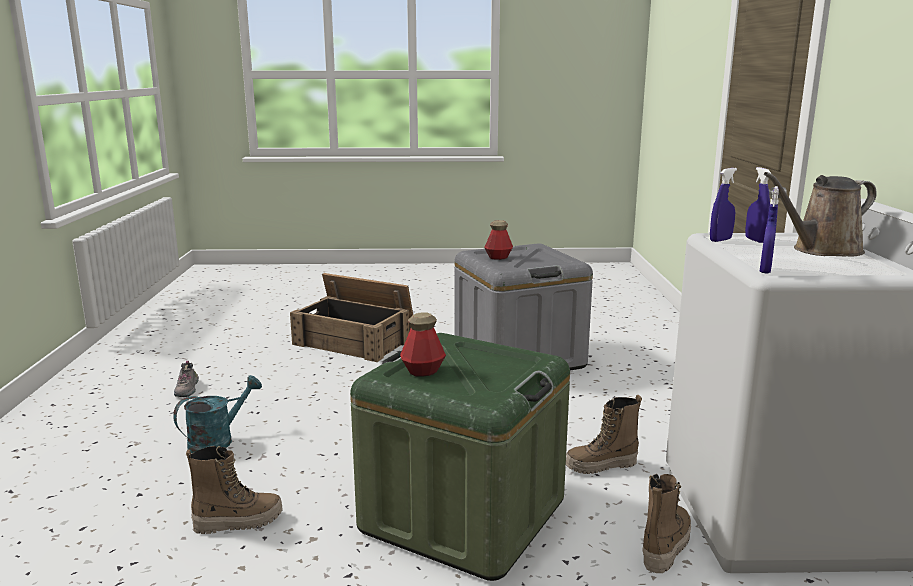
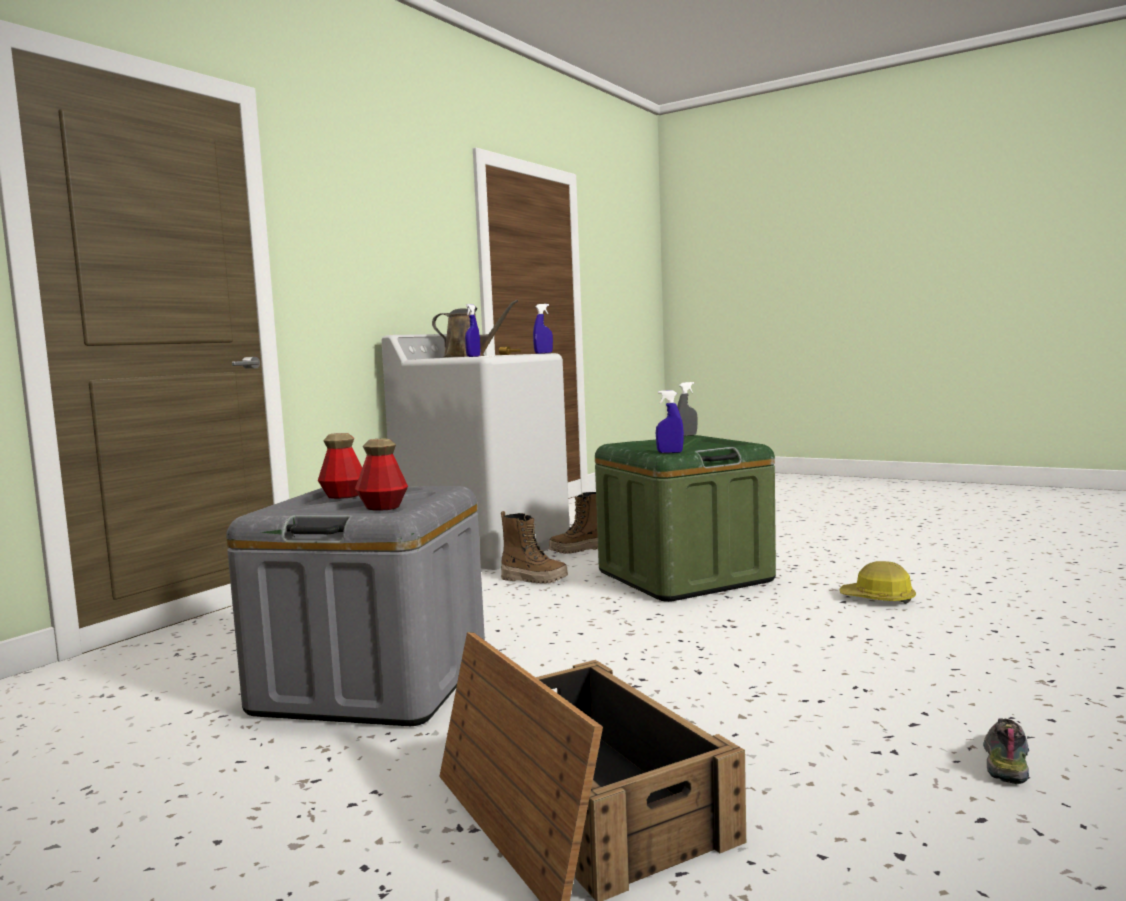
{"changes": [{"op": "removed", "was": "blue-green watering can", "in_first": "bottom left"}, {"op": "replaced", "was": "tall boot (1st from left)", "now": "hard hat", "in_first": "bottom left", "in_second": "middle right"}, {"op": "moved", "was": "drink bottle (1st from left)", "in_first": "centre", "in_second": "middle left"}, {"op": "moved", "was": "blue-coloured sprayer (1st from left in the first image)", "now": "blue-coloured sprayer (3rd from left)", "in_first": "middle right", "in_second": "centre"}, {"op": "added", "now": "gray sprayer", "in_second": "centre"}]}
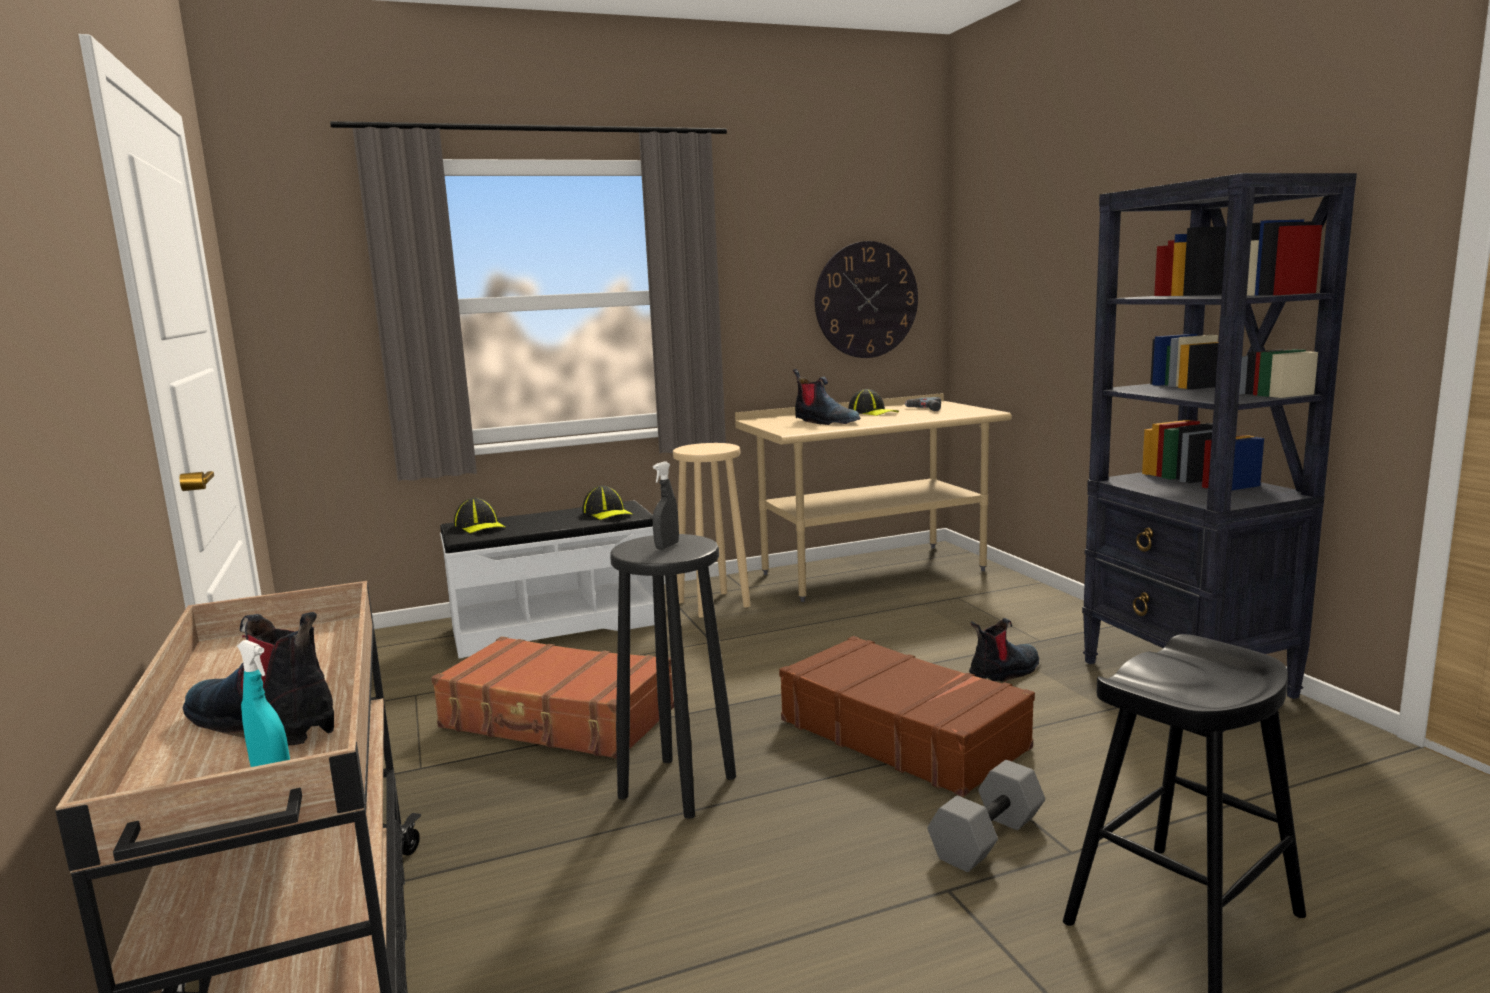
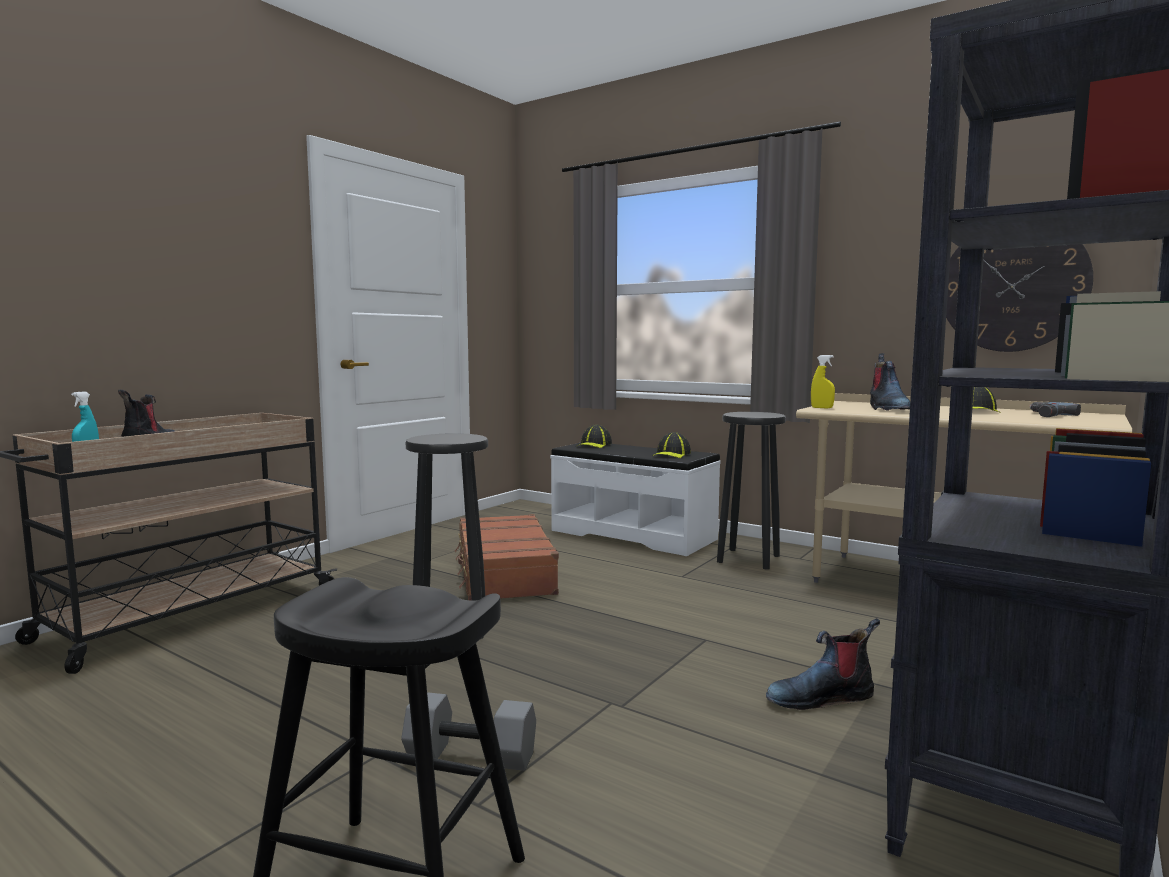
{"changes": [{"op": "removed", "was": "gray sprayer", "in_first": "centre"}, {"op": "recoloured", "was": "beige-coloured stool seat", "now": "blackish stool seat (3rd from left)", "in_first": "centre", "in_second": "centre"}, {"op": "removed", "was": "brown suitcase (2nd from left)", "in_first": "bottom centre"}, {"op": "turned", "was": "tall boot (3rd from left in the first image)", "in_first": "middle right", "in_second": "bottom right", "clockwise": 150}, {"op": "added", "now": "yellowish sprayer", "in_second": "middle right"}]}
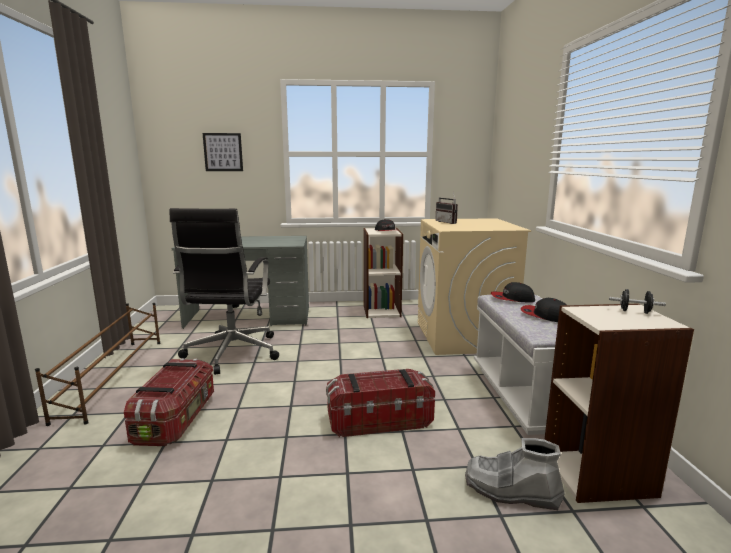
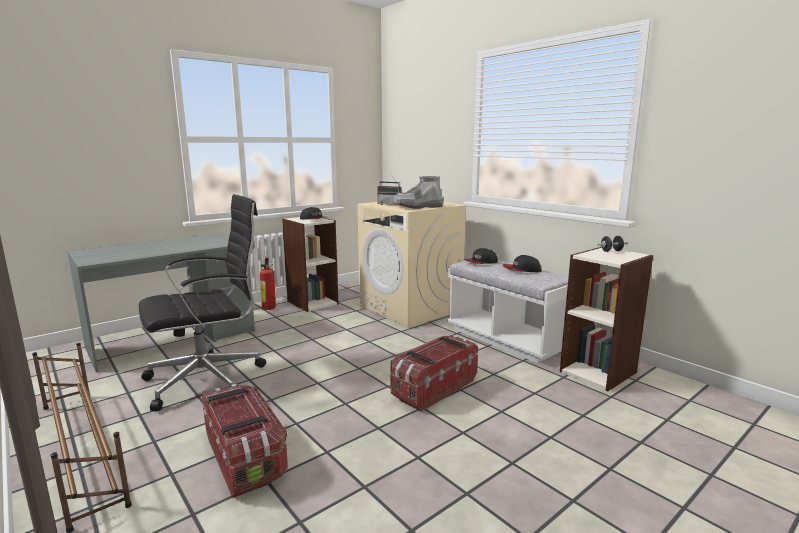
{"changes": [{"op": "turned", "was": "blackish computer chair", "in_first": "middle left", "in_second": "middle left", "clockwise": -90}, {"op": "removed", "was": "wall picture", "in_first": "top left"}, {"op": "moved", "was": "gray tall boot", "in_first": "bottom right", "in_second": "centre"}, {"op": "added", "now": "extinguisher", "in_second": "centre"}]}
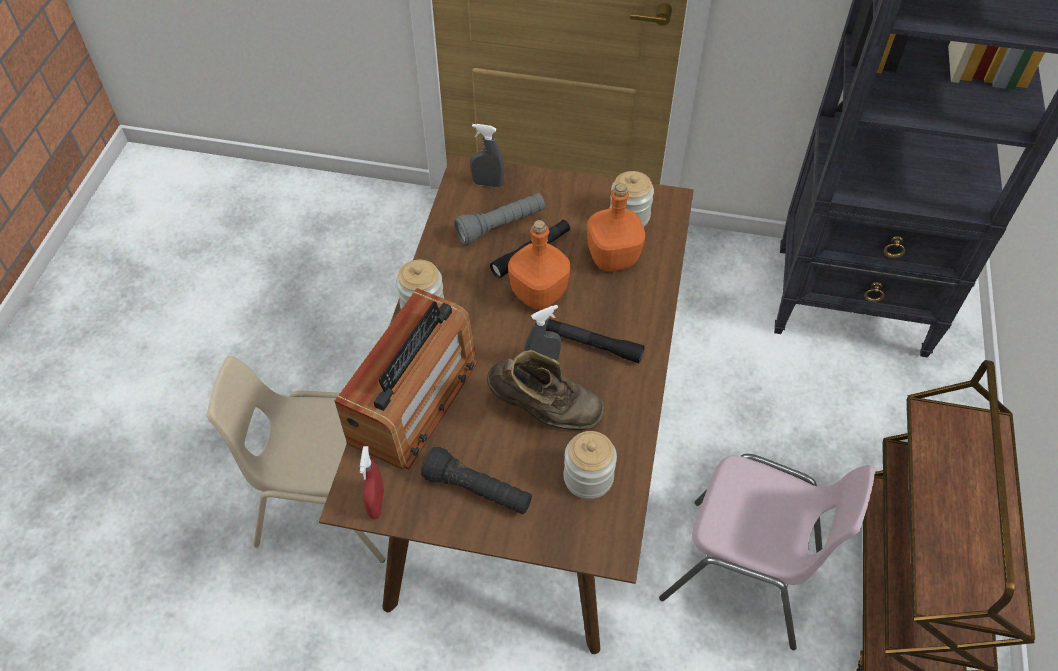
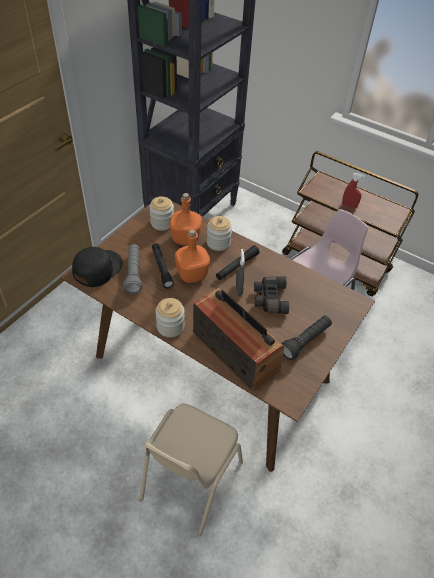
{"changes": [{"op": "moved", "was": "red sprayer", "in_first": "bottom centre", "in_second": "top right"}, {"op": "replaced", "was": "gray sprayer (1st from left)", "now": "blackish cap", "in_first": "top centre", "in_second": "middle left"}, {"op": "replaced", "was": "brown tall boot", "now": "blackish binoculars", "in_first": "centre", "in_second": "centre"}, {"op": "moved", "was": "storage jar (2nd from left in the first image)", "now": "storage jar (3rd from left)", "in_first": "bottom centre", "in_second": "centre"}]}
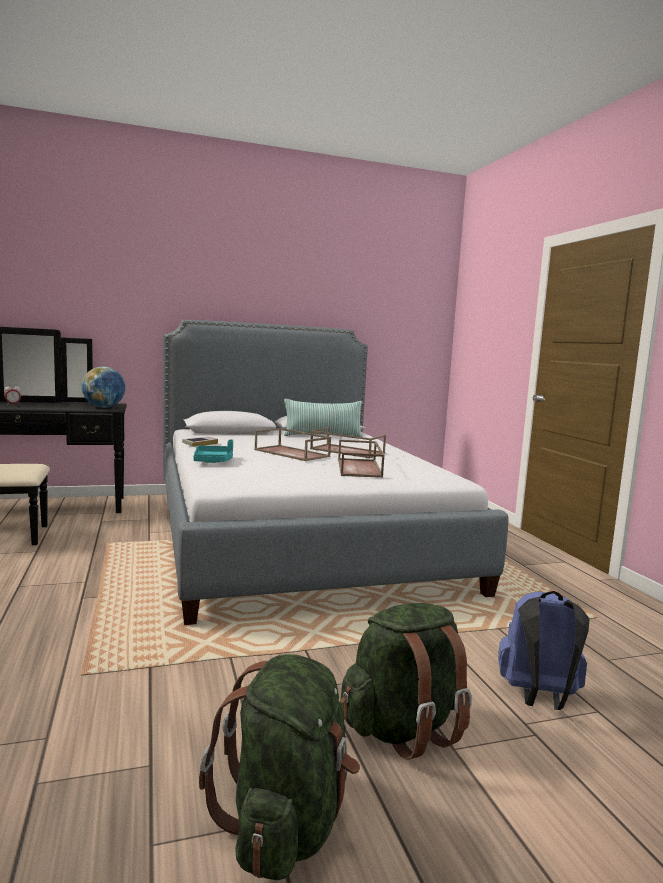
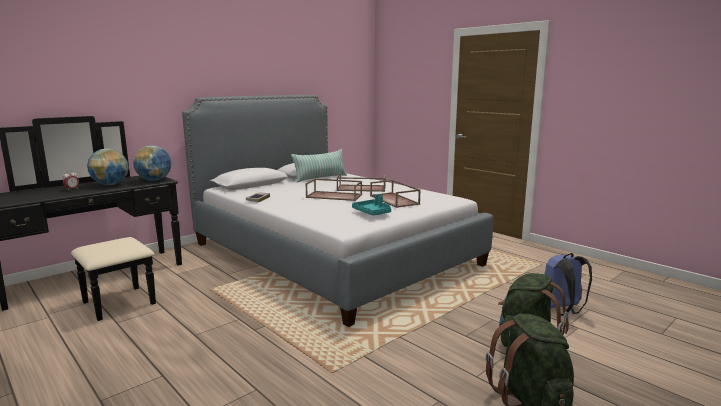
{"changes": [{"op": "moved", "was": "blue-green carrying tray", "in_first": "middle left", "in_second": "centre"}, {"op": "added", "now": "globe (1st from left)", "in_second": "middle left"}]}
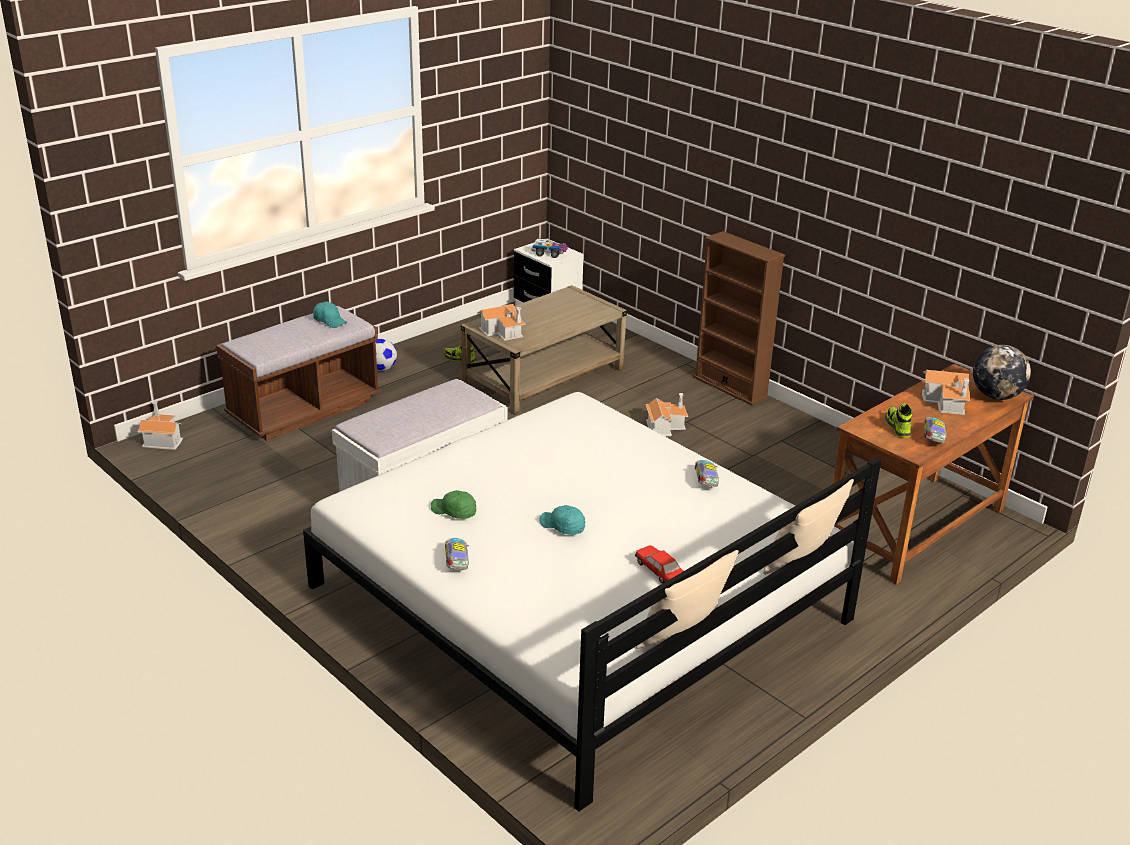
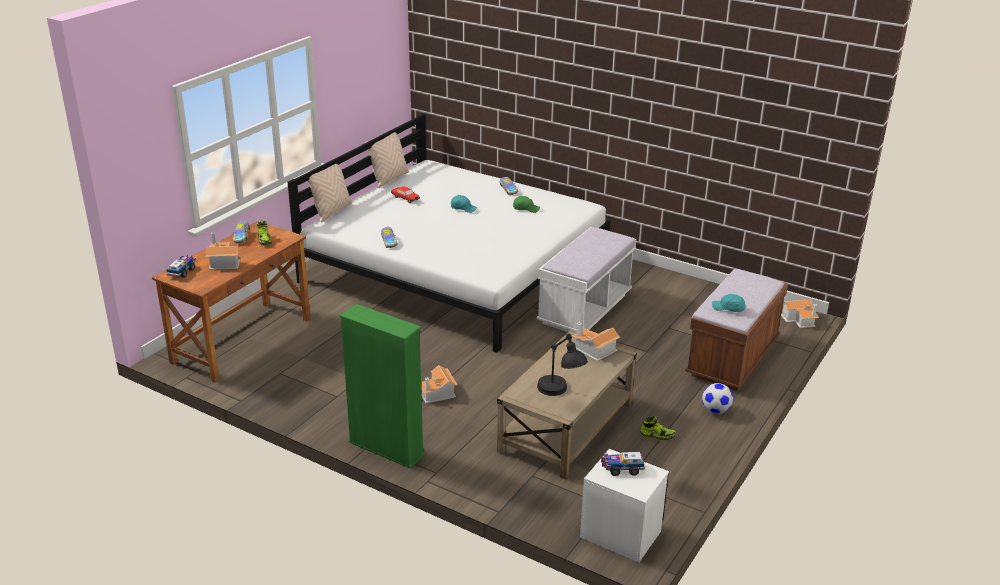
{"changes": [{"op": "recoloured", "was": "brown shelving unit", "now": "greenish shelving unit", "in_first": "centre", "in_second": "centre"}, {"op": "replaced", "was": "globe", "now": "toy lorry (1st from left)", "in_first": "middle right", "in_second": "middle left"}, {"op": "added", "now": "blackish table lamp", "in_second": "centre"}]}
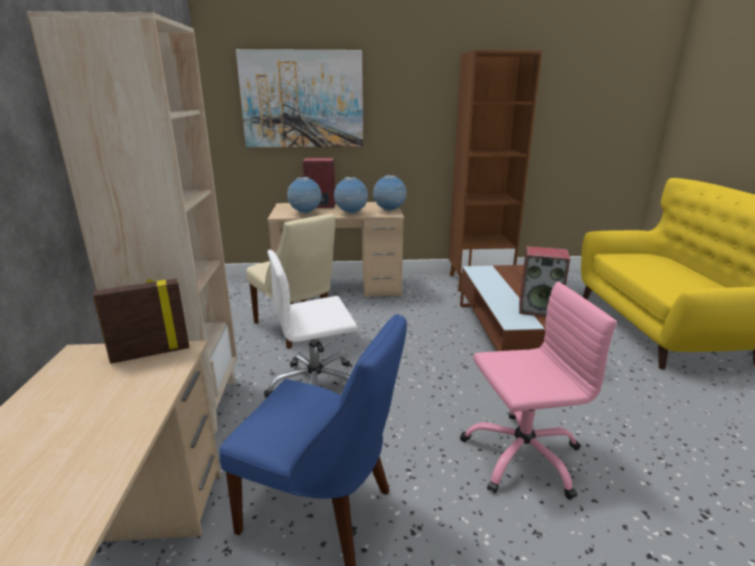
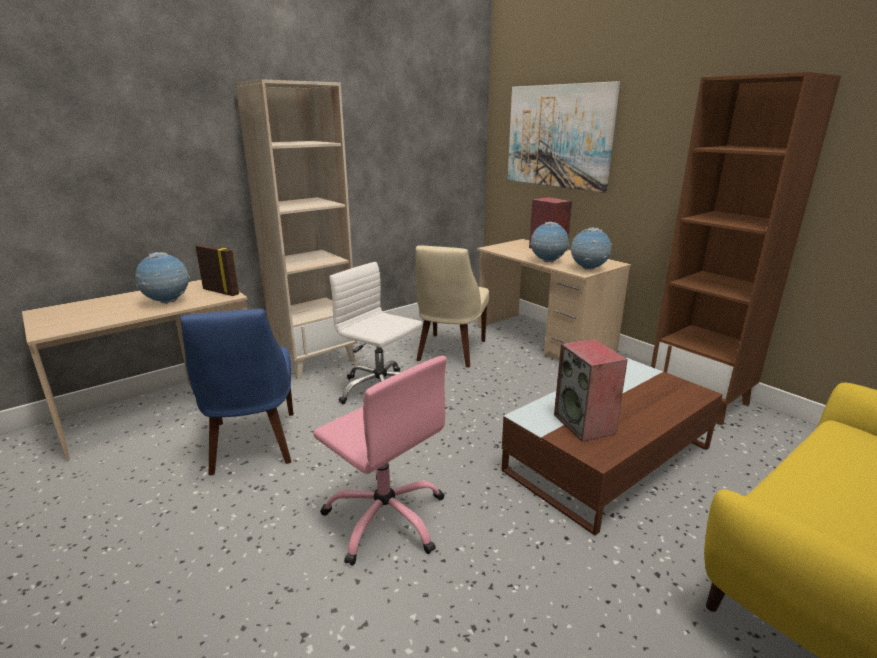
{"changes": [{"op": "moved", "was": "globe (1st from left)", "in_first": "centre", "in_second": "middle left"}]}
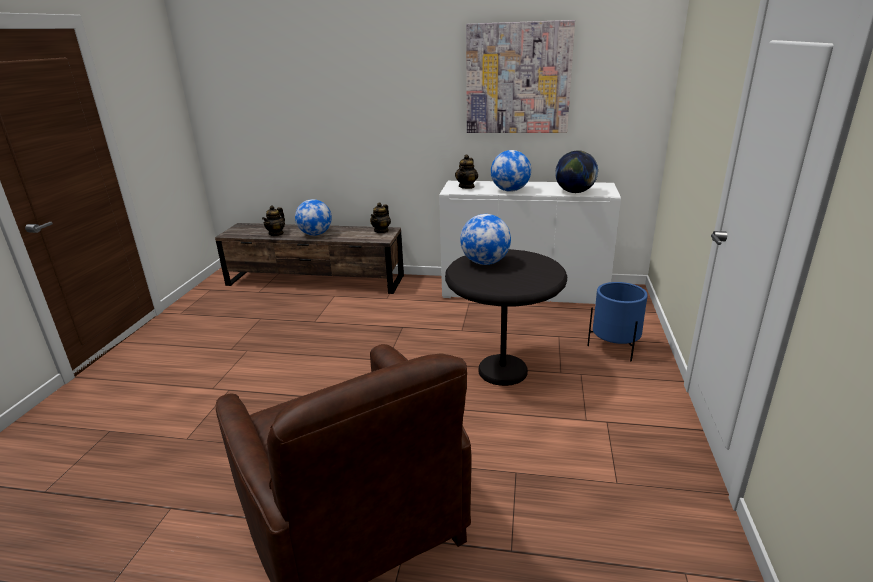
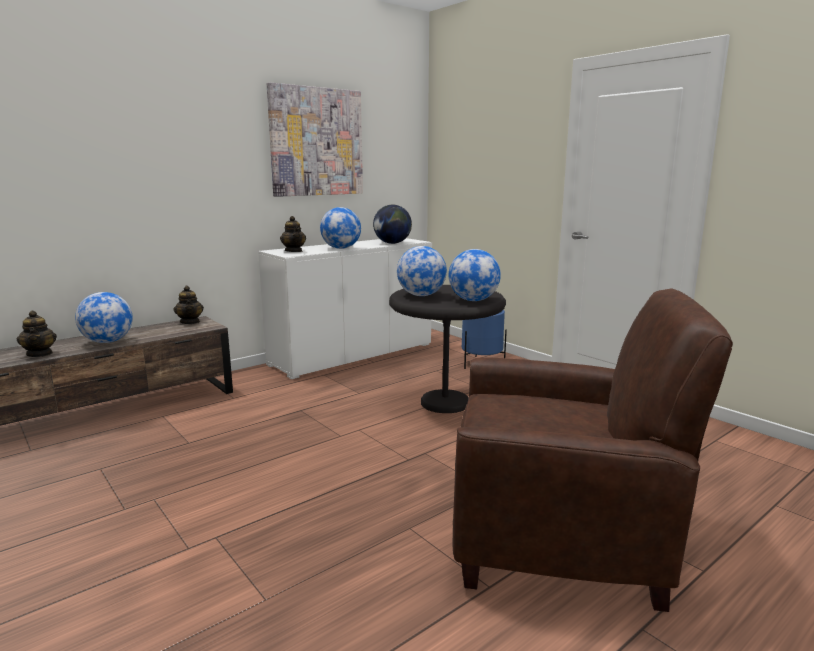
{"changes": [{"op": "added", "now": "globe (5th from left)", "in_second": "centre"}]}
